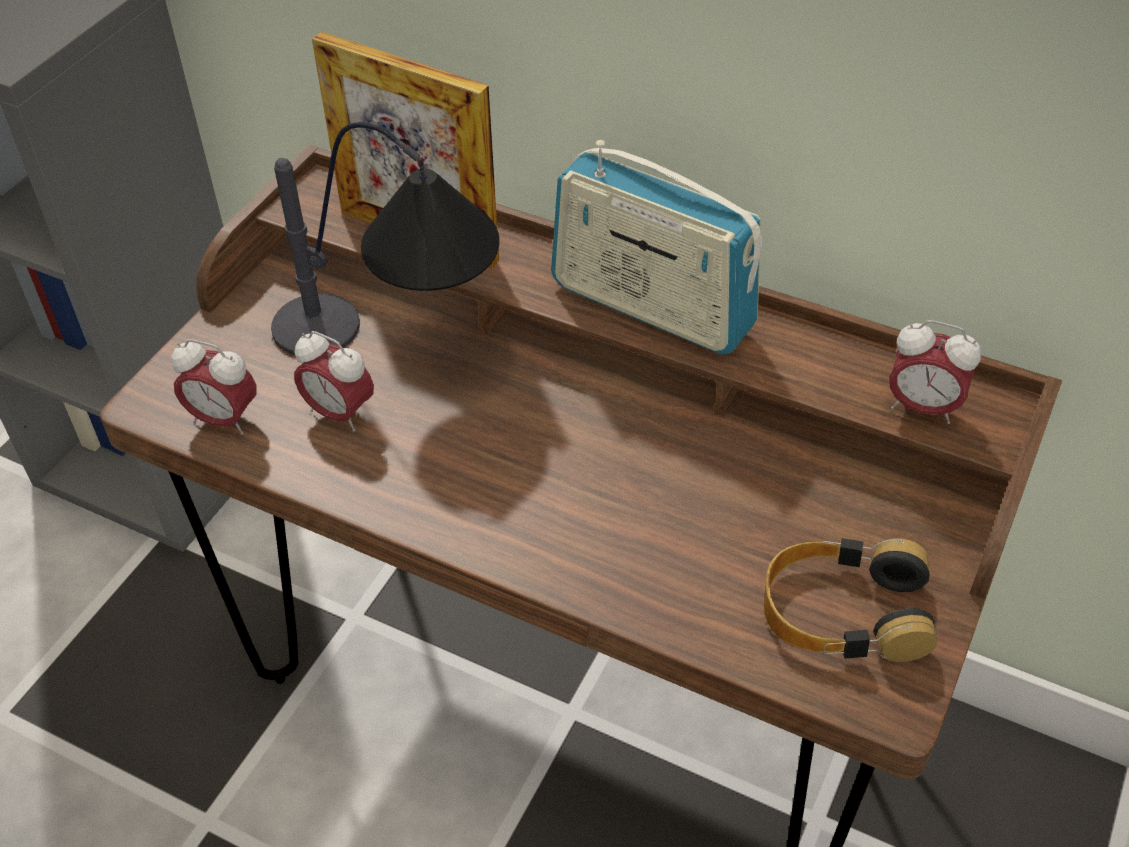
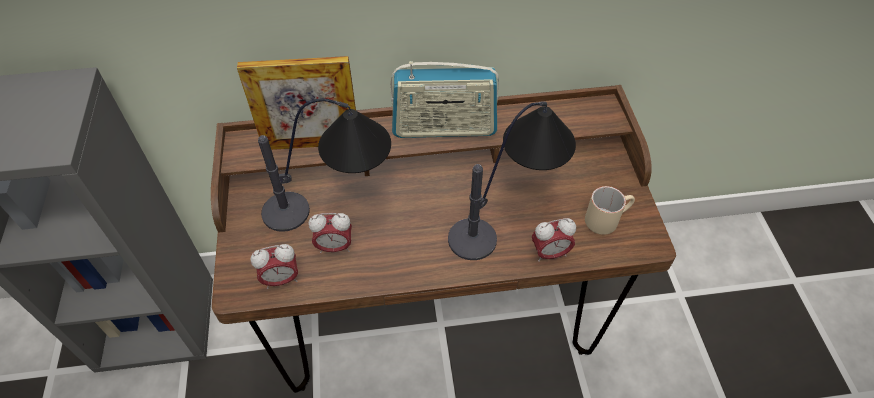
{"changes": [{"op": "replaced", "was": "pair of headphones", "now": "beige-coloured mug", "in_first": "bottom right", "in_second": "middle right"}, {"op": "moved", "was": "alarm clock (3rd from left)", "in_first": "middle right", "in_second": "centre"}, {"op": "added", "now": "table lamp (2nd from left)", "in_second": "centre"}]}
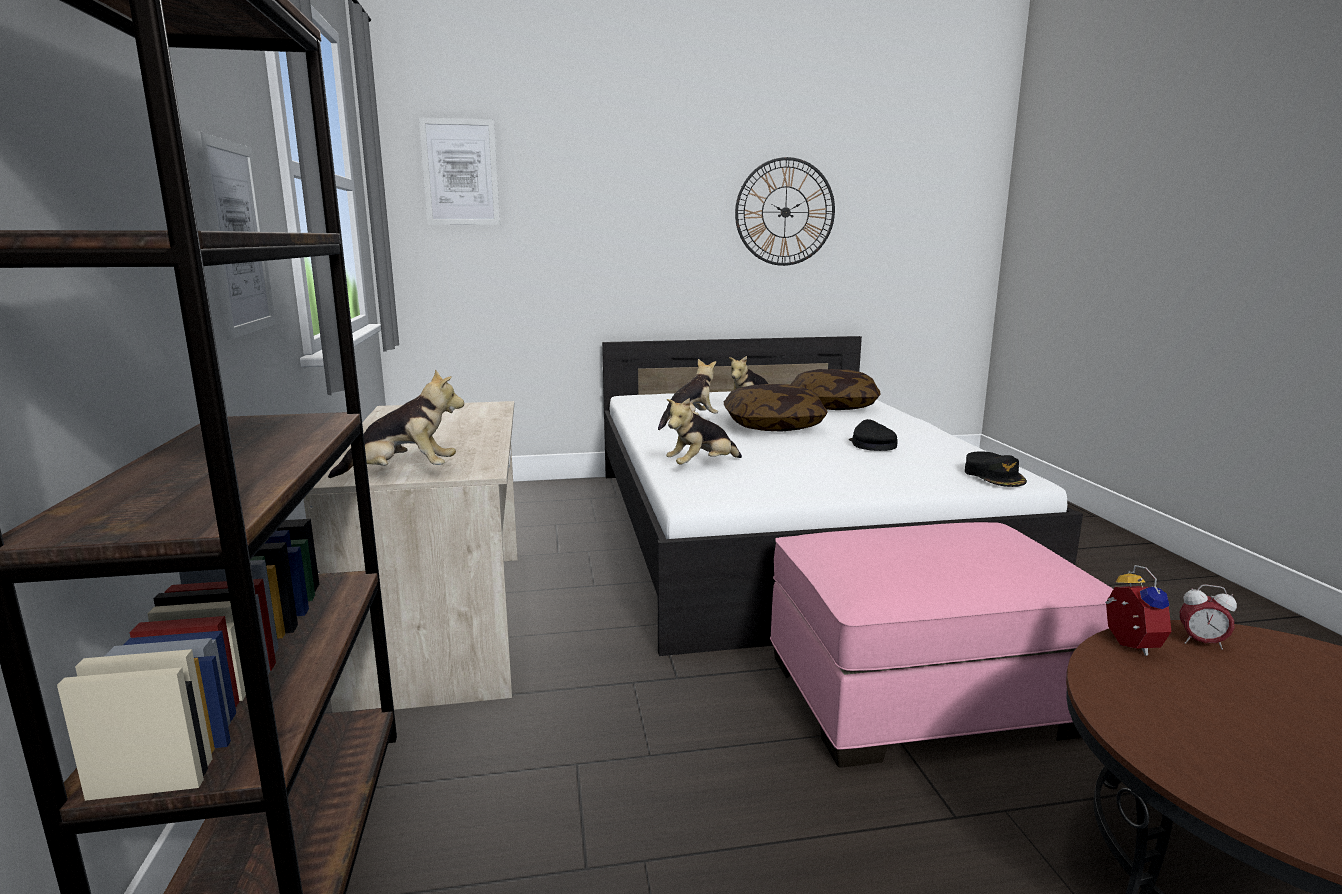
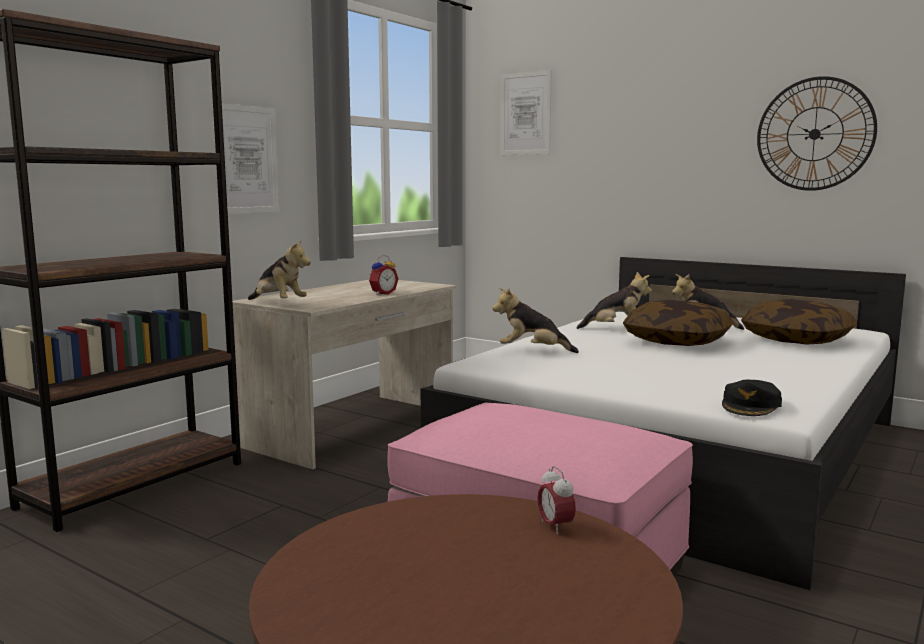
{"changes": [{"op": "removed", "was": "blackish cap (1st from left)", "in_first": "centre"}, {"op": "moved", "was": "alarm clock (1st from left)", "in_first": "bottom right", "in_second": "centre"}]}
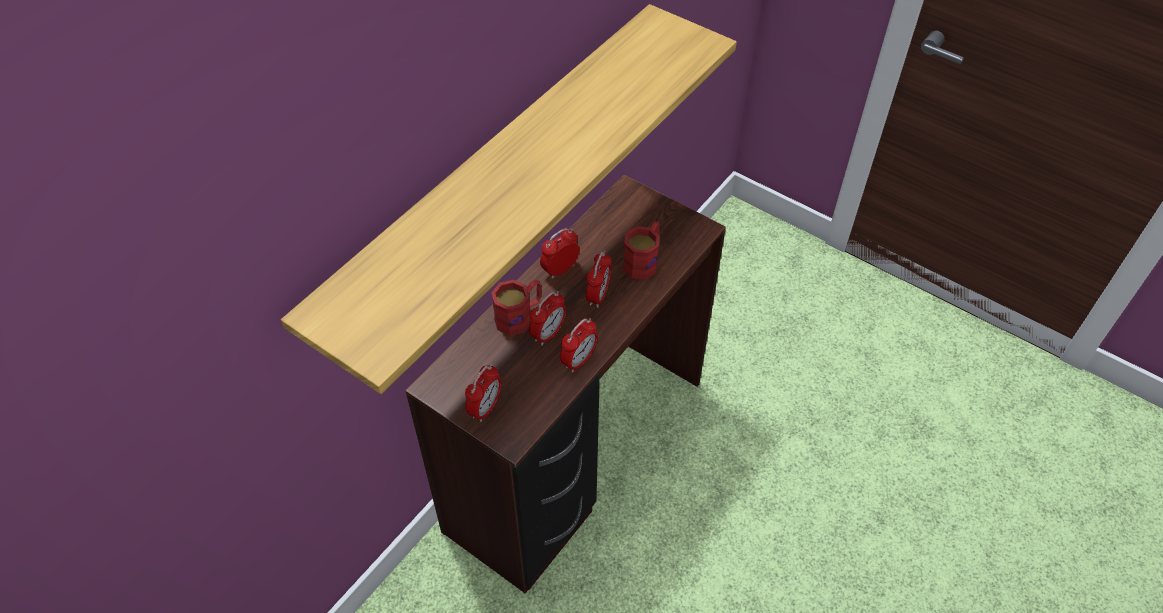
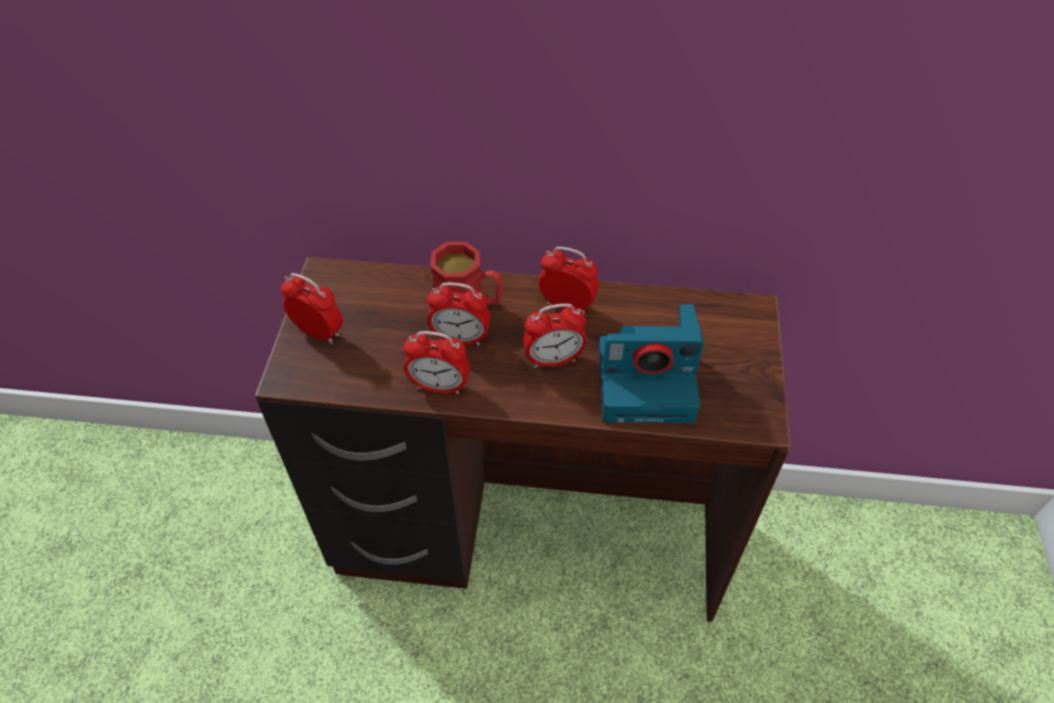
{"changes": [{"op": "removed", "was": "bracket shelf", "in_first": "top centre"}, {"op": "turned", "was": "alarm clock (1st from left)", "in_first": "centre", "in_second": "middle left", "clockwise": -150}, {"op": "replaced", "was": "red mug (2nd from left)", "now": "photo camera", "in_first": "centre", "in_second": "centre"}]}
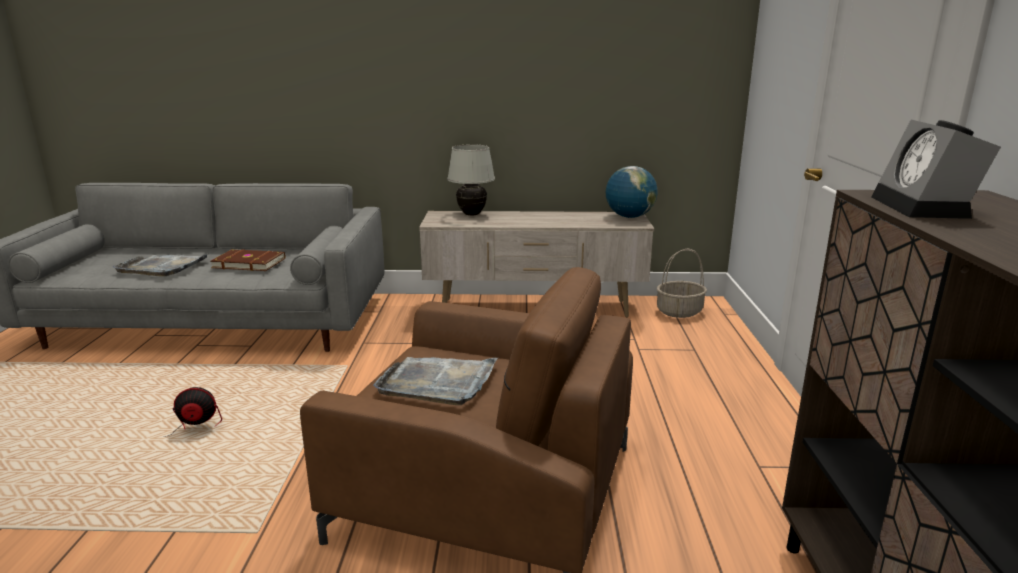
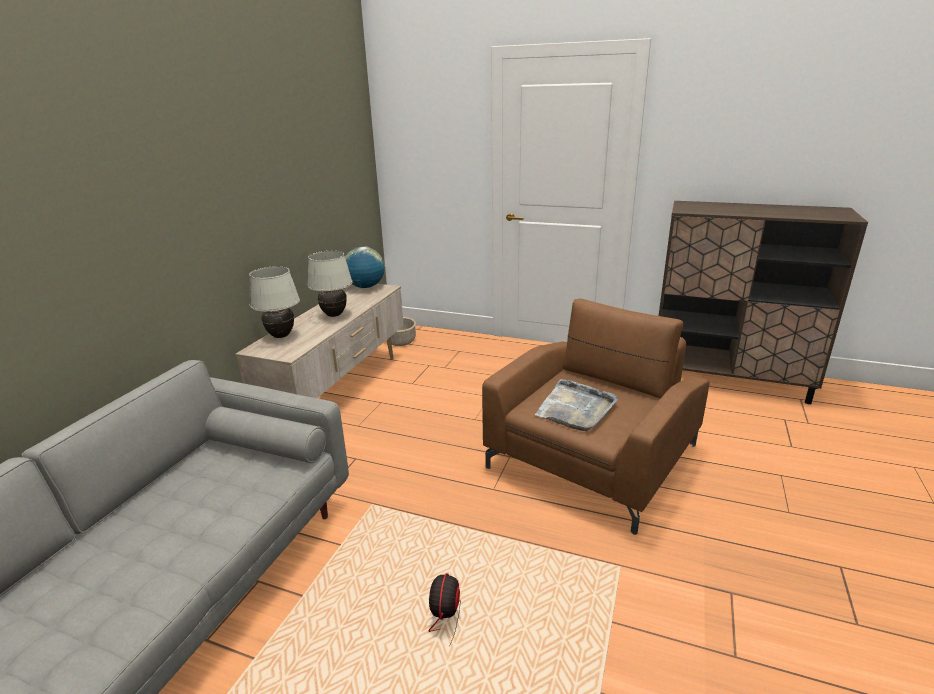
{"changes": [{"op": "removed", "was": "gray carrying tray (1st from left)", "in_first": "middle left"}, {"op": "removed", "was": "brown book", "in_first": "middle left"}, {"op": "removed", "was": "alarm clock", "in_first": "top right"}, {"op": "added", "now": "white-coloured table lamp (2nd from left)", "in_second": "centre"}]}
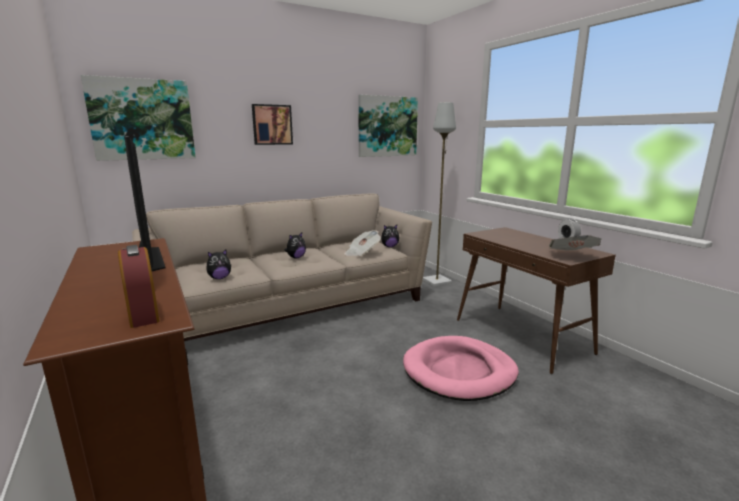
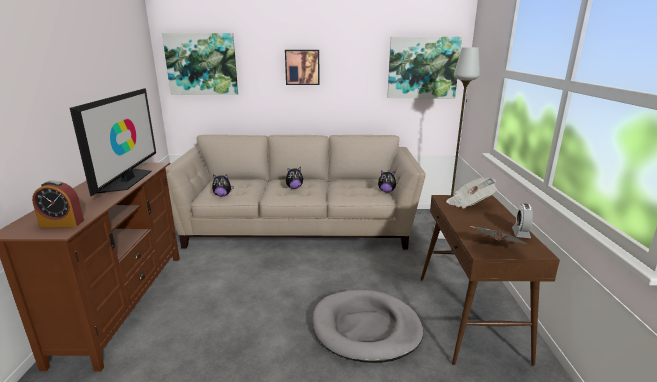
{"changes": [{"op": "turned", "was": "alarm clock (1st from left)", "in_first": "middle left", "in_second": "middle left", "clockwise": 90}, {"op": "moved", "was": "daily paper (1st from left)", "in_first": "centre", "in_second": "middle right"}, {"op": "recoloured", "was": "pinkish dog cushion", "now": "gray dog cushion", "in_first": "bottom centre", "in_second": "bottom centre"}]}
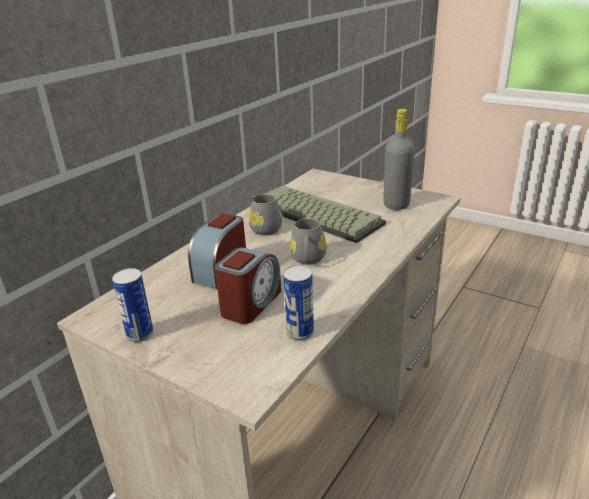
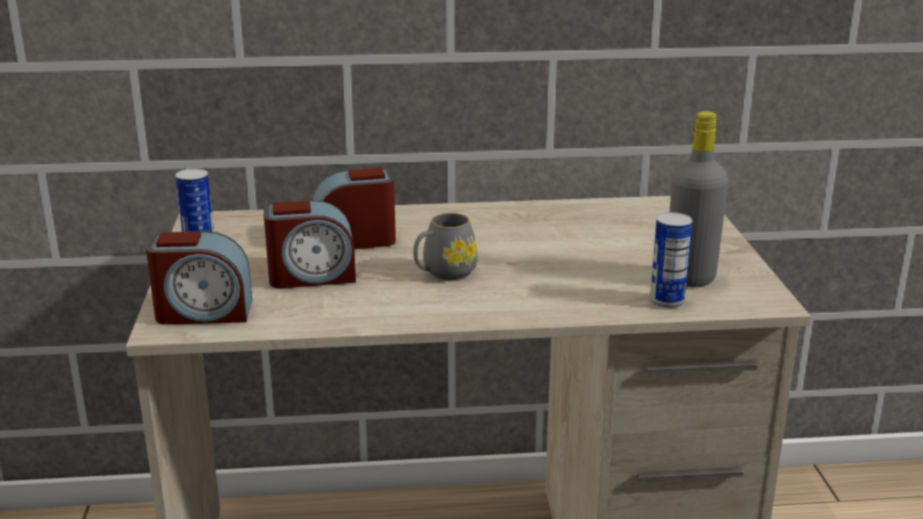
{"changes": [{"op": "removed", "was": "gray mug (1st from left)", "in_first": "centre"}, {"op": "removed", "was": "keyboard", "in_first": "centre"}, {"op": "moved", "was": "metal can (2nd from left)", "in_first": "centre", "in_second": "middle right"}, {"op": "added", "now": "alarm clock (1st from left)", "in_second": "middle left"}]}
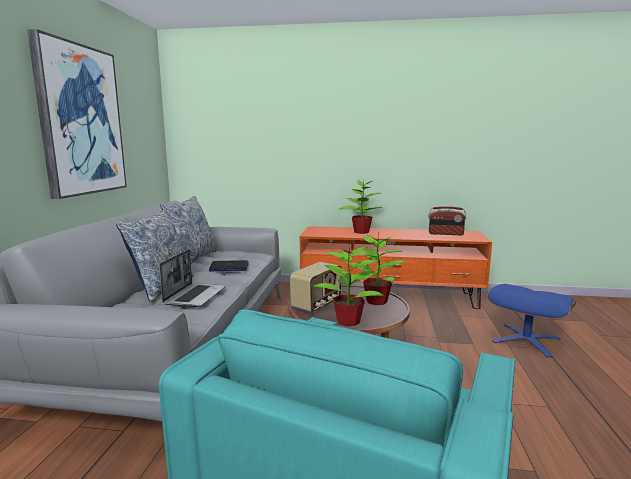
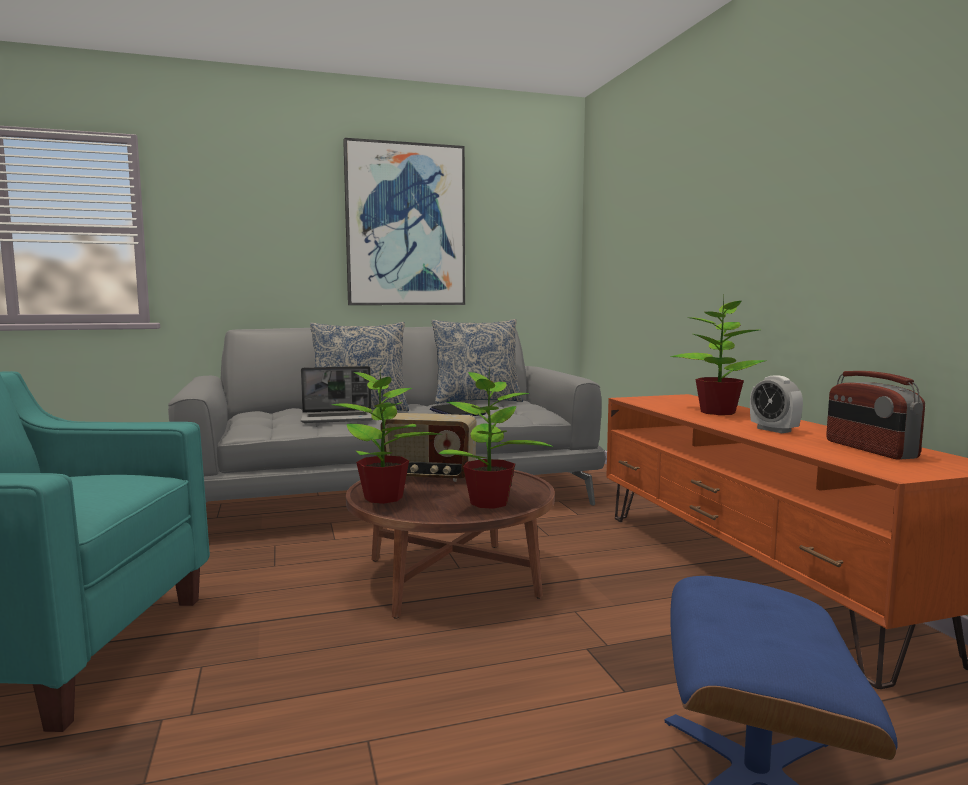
{"changes": [{"op": "added", "now": "alarm clock", "in_second": "middle right"}]}
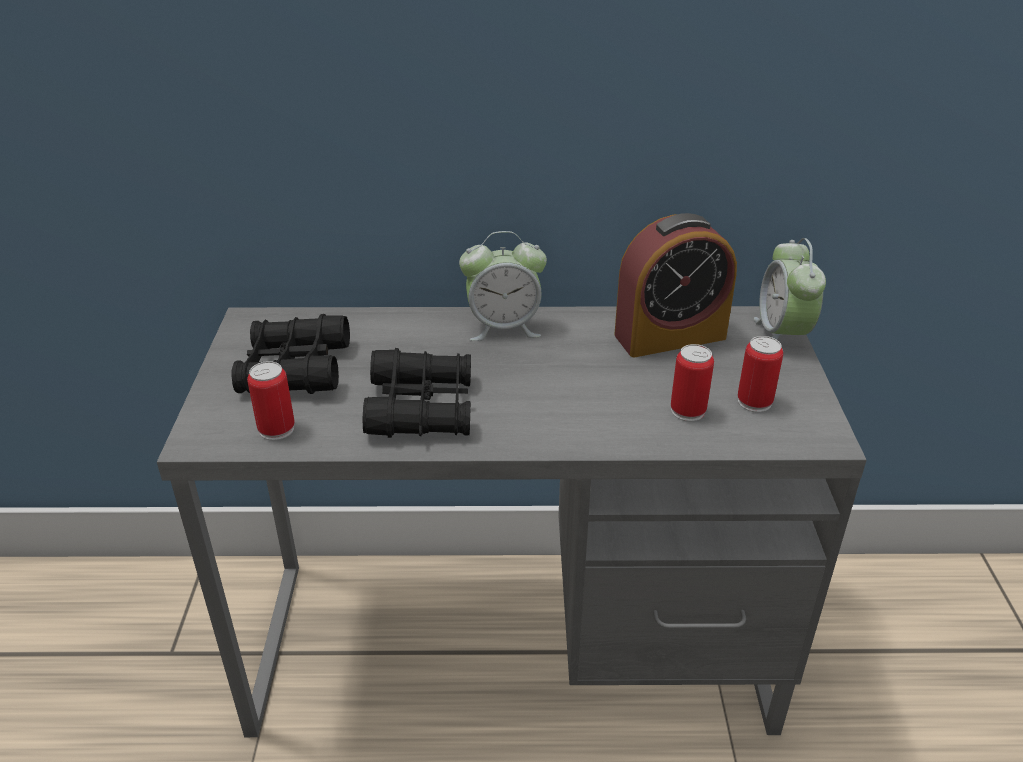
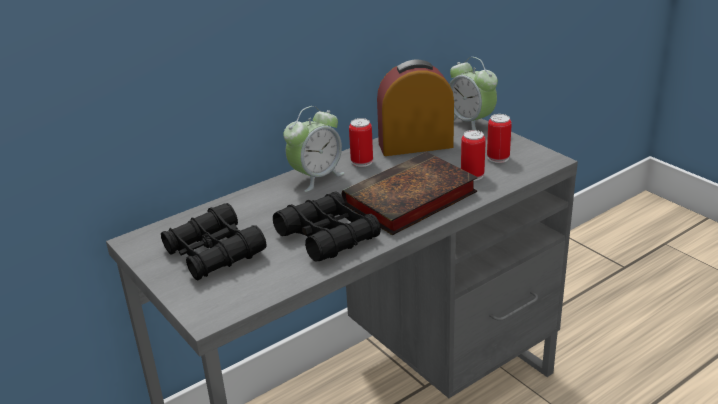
{"changes": [{"op": "moved", "was": "metal can (1st from left)", "in_first": "middle left", "in_second": "centre"}, {"op": "turned", "was": "alarm clock (2nd from left)", "in_first": "centre", "in_second": "top centre", "clockwise": -135}, {"op": "added", "now": "book", "in_second": "centre"}]}
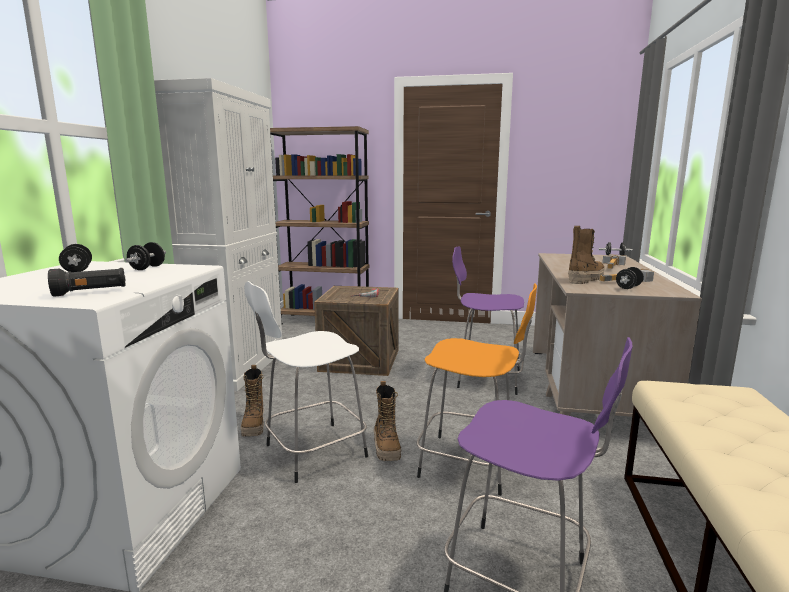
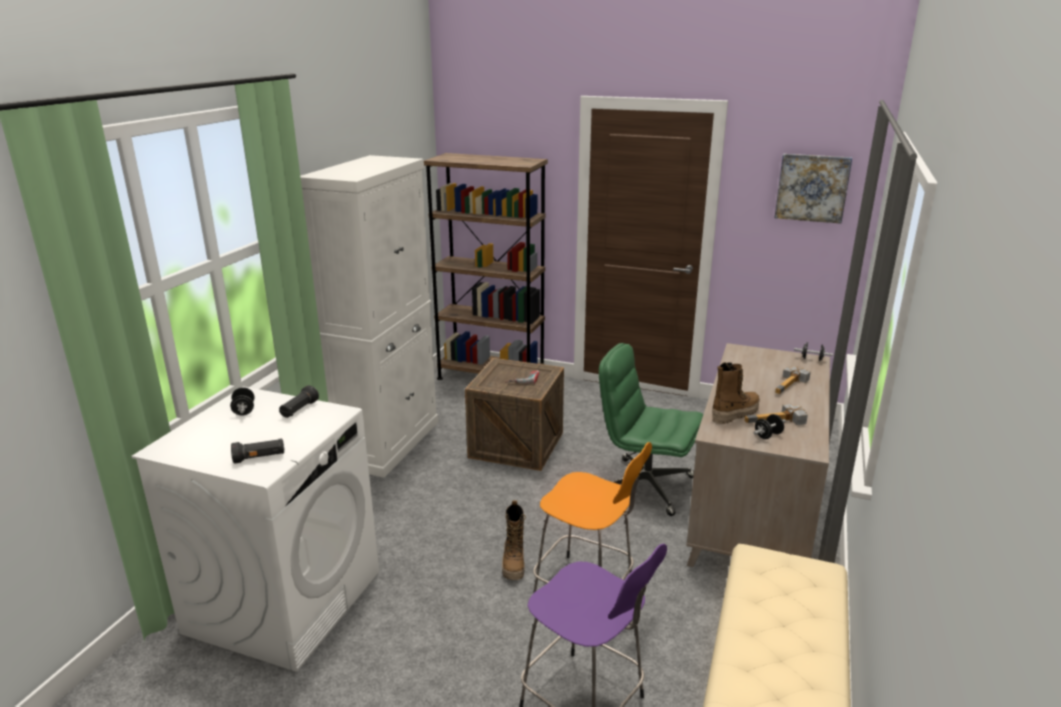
{"changes": [{"op": "replaced", "was": "blackish free weight (2nd from left)", "now": "blackish torch (2nd from left)", "in_first": "middle left", "in_second": "middle left"}, {"op": "removed", "was": "tall boot (1st from left)", "in_first": "bottom left"}, {"op": "removed", "was": "white-coloured stool seat", "in_first": "centre"}, {"op": "replaced", "was": "purplish stool seat (1st from left)", "now": "greenish computer chair", "in_first": "centre", "in_second": "centre"}, {"op": "added", "now": "wall picture", "in_second": "top right"}]}
